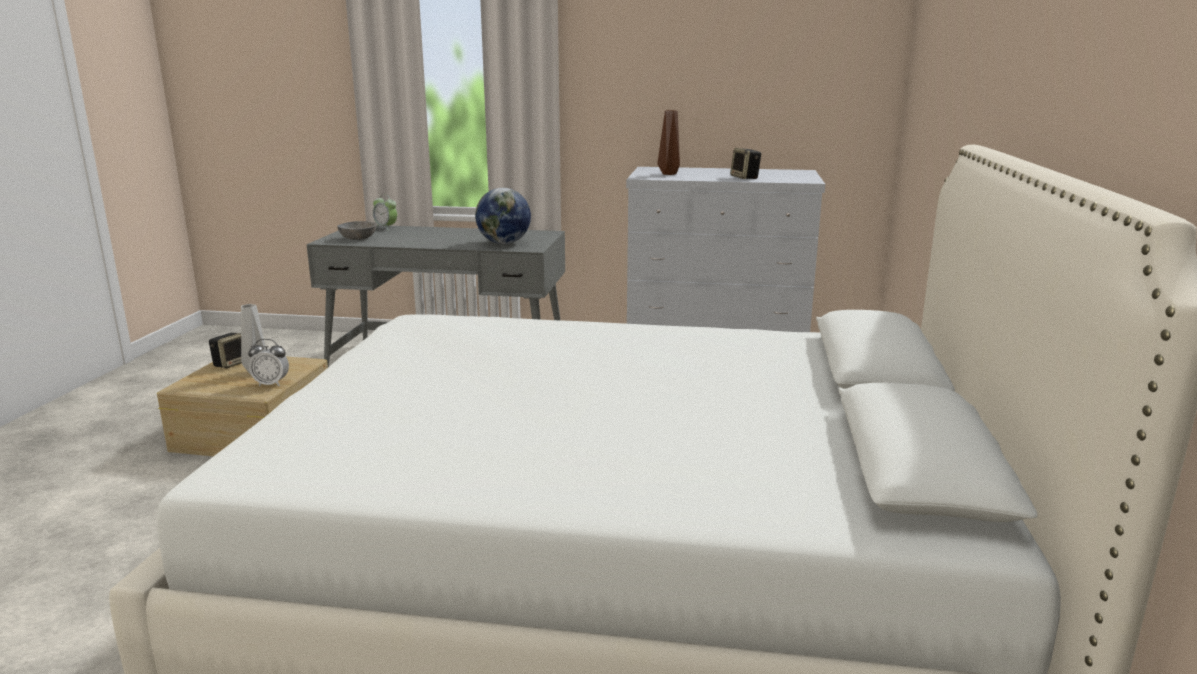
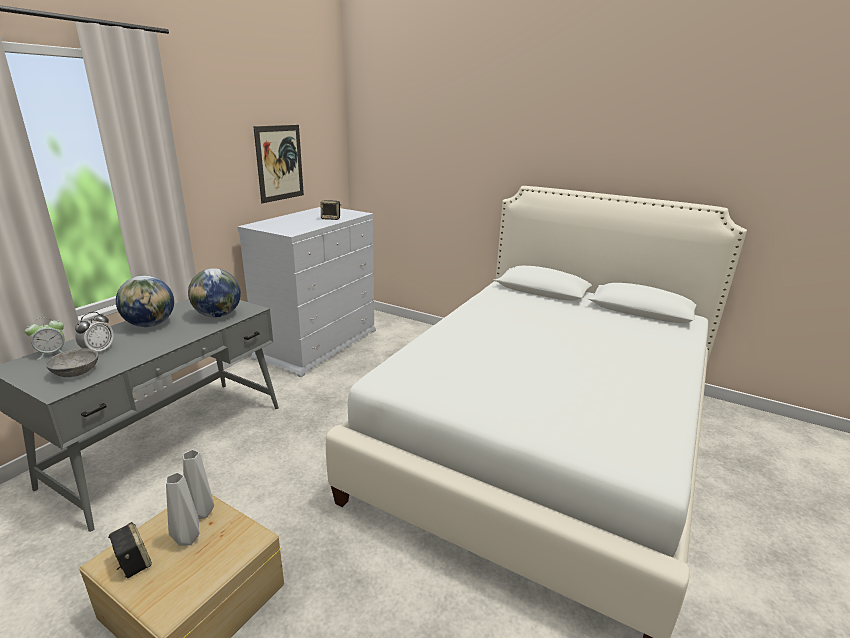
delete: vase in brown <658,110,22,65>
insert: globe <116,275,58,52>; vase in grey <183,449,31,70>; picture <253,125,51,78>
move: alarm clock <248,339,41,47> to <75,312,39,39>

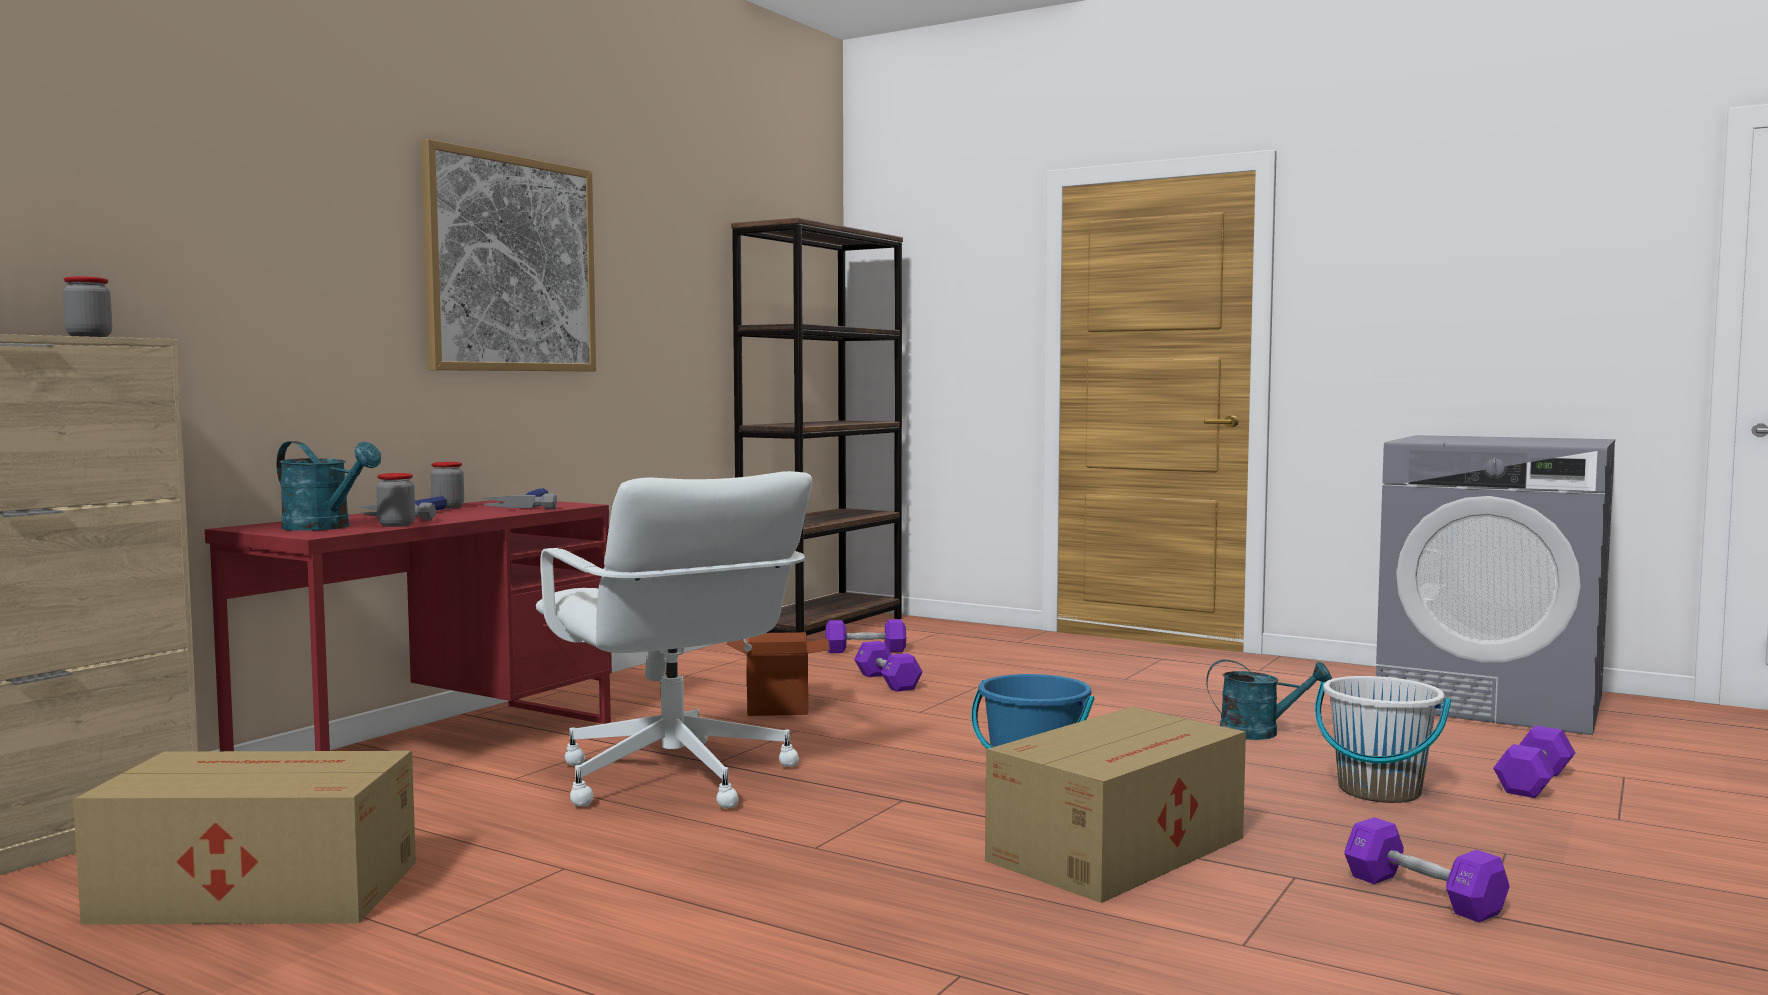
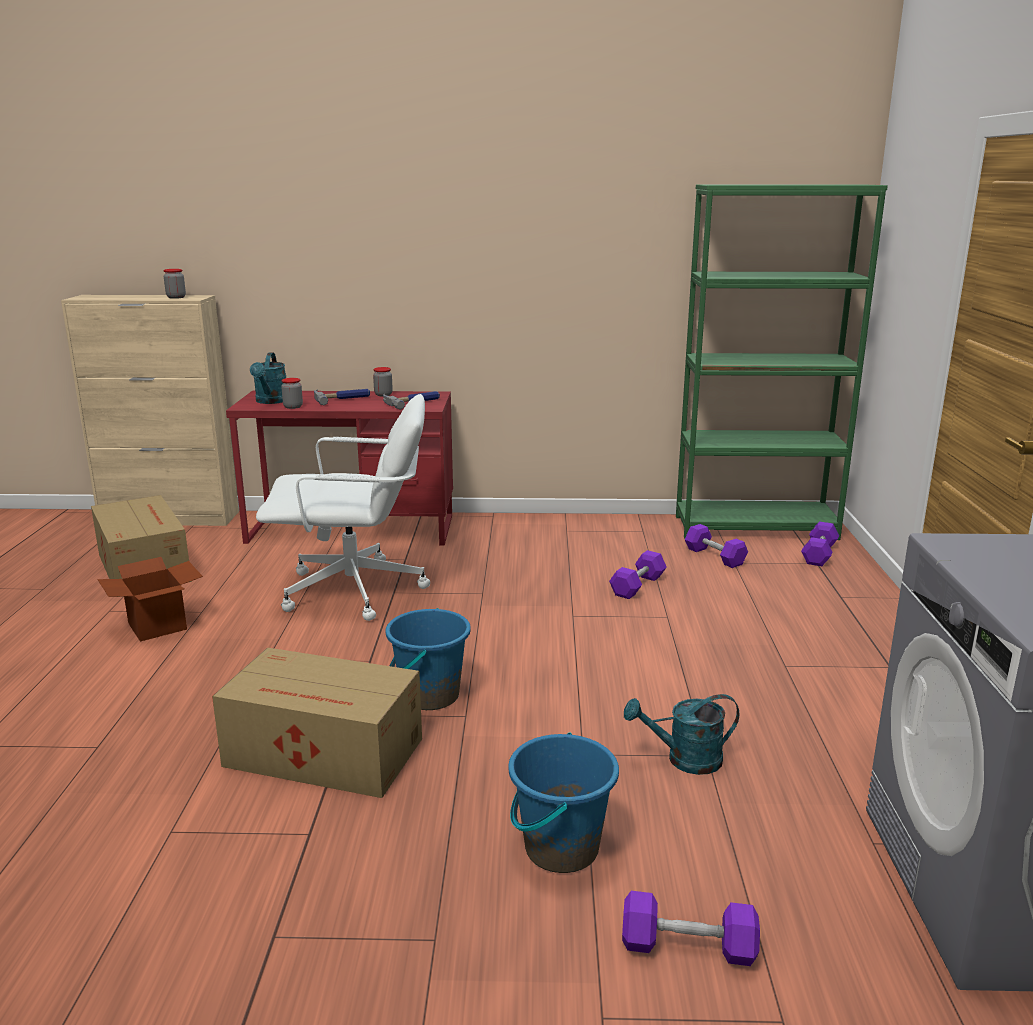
delete: picture <421,139,175,232>
move: cardboard box <726,632,104,84> to <97,557,106,85>; dumbbell in purple <1344,817,165,105> to <801,521,38,45>
recolor: bookcase in brown <731,218,172,422> to bookcase in green <676,184,212,356>; bucket in white <1315,676,136,127> to bucket in blue <508,732,111,141>
rotate: office chair in white <536,471,276,337> = <256,394,174,227> 120 degrees counterclockwise; watering can in turquoise <1206,659,126,81> = <624,694,115,81> 105 degrees clockwise

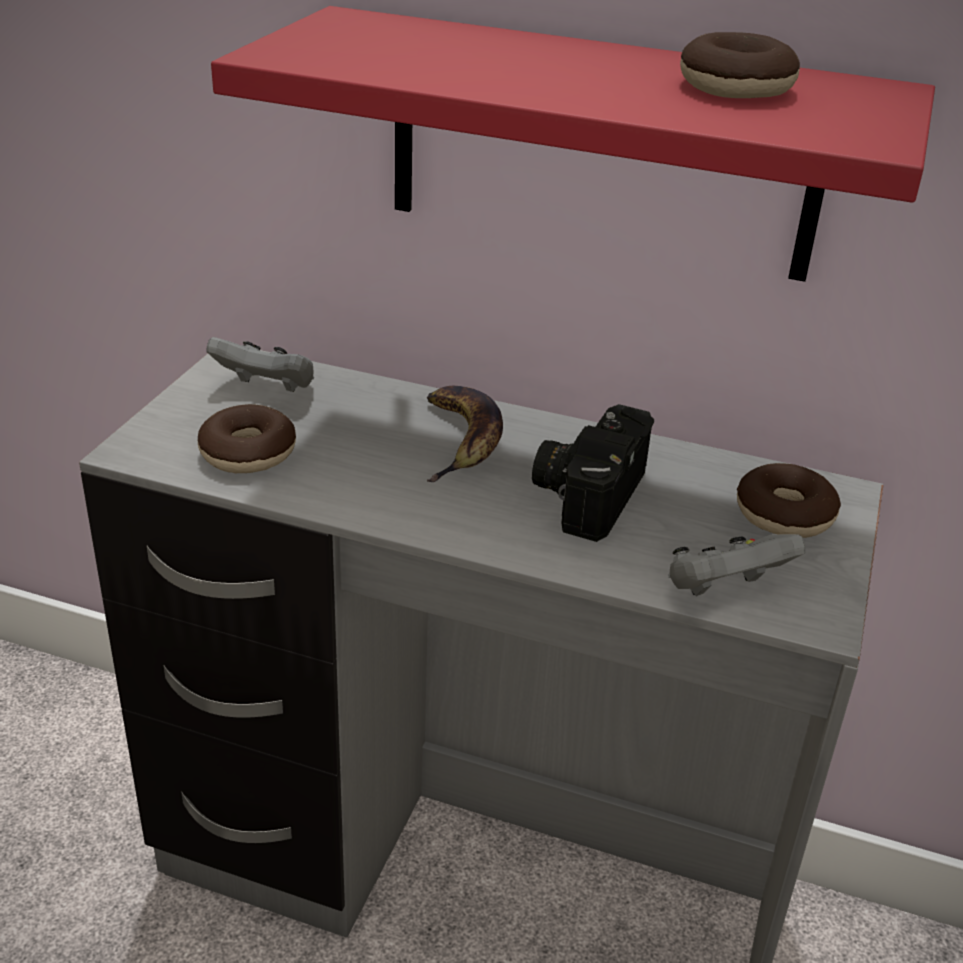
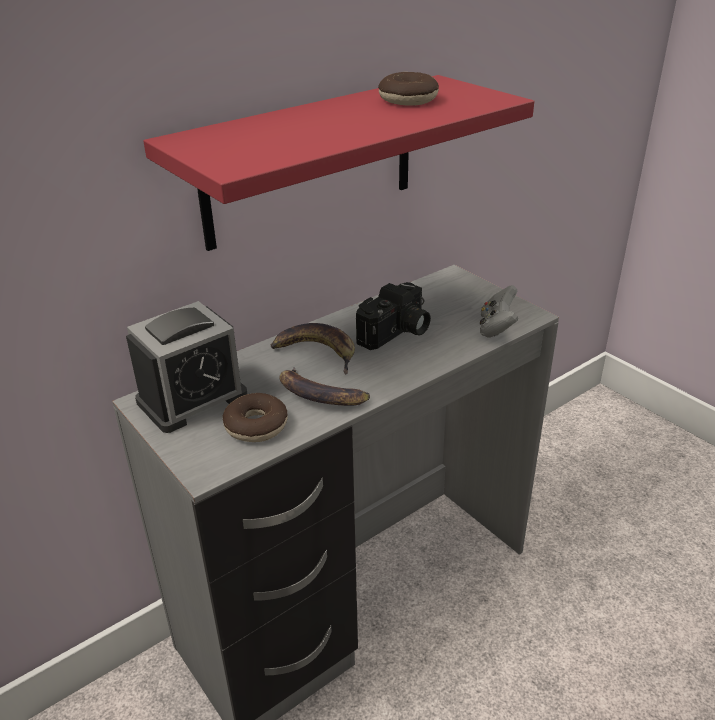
delete: donut <737,463,104,75>
insert: banana <279,367,91,39>
replace: game controller in grey <207,337,107,55> to alarm clock <126,301,121,132>
rotate: photo camera <532,404,122,138> = <356,282,75,68> 105 degrees counterclockwise

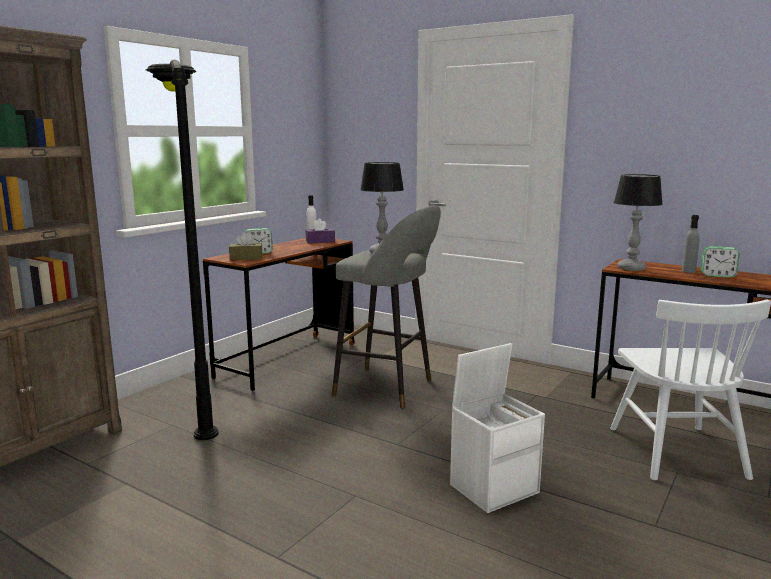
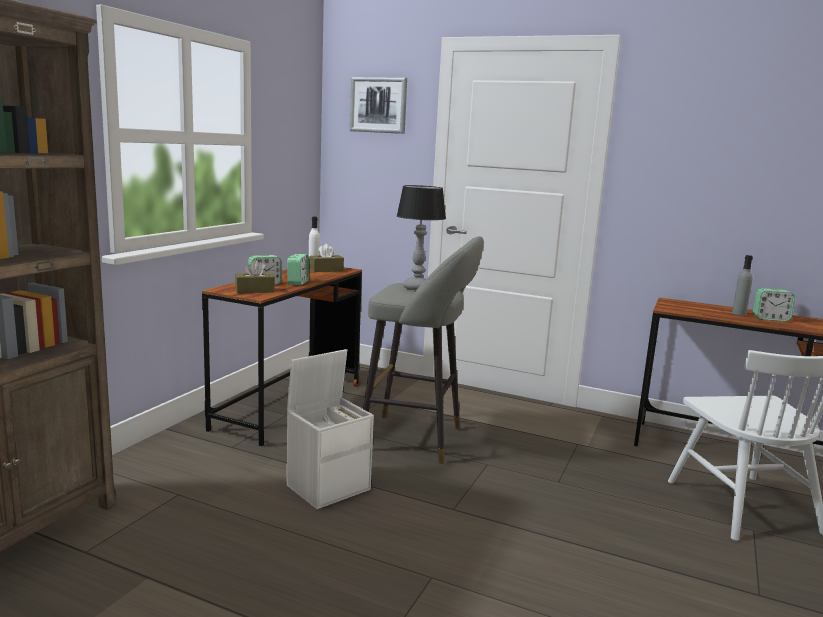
delete: floor lamp in black <146,59,73,381>; table lamp <614,174,49,97>
insert: alarm clock <287,254,22,31>; picture <350,77,57,57>
move: storage box in white <450,343,95,170> to <287,349,87,160>
recolor: tissue box in purple <306,218,29,25> to tissue box in brown <309,244,35,28>

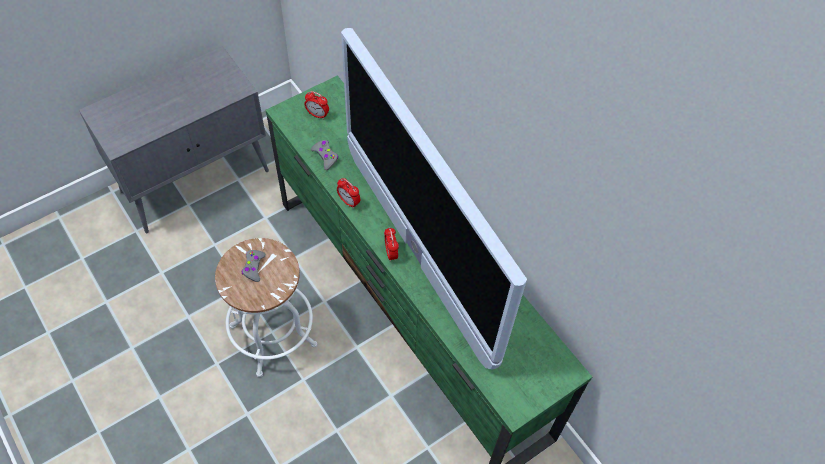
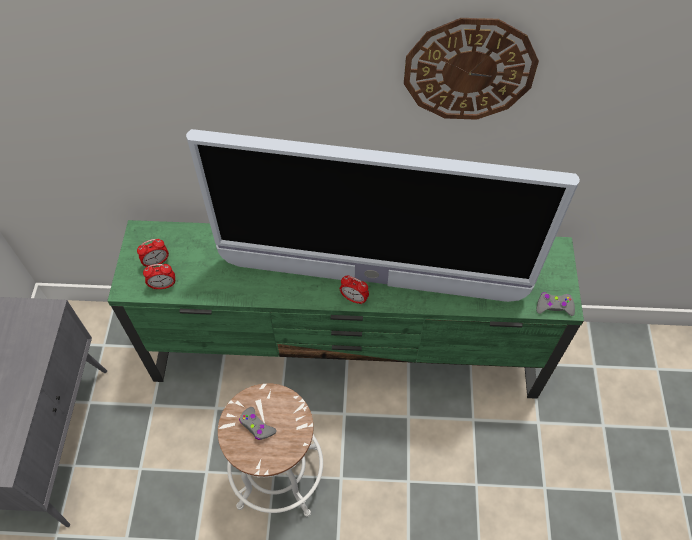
insert: wall clock <404,18,135,102>
move: game controller in grey <311,140,27,30> to <536,292,39,24>; alarm clock <337,178,23,31> to <143,264,32,26>

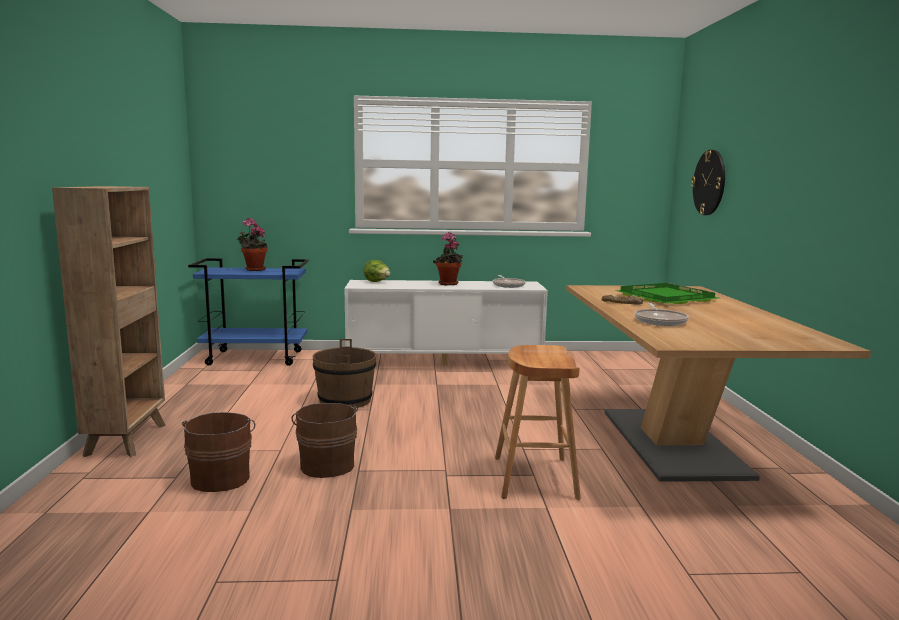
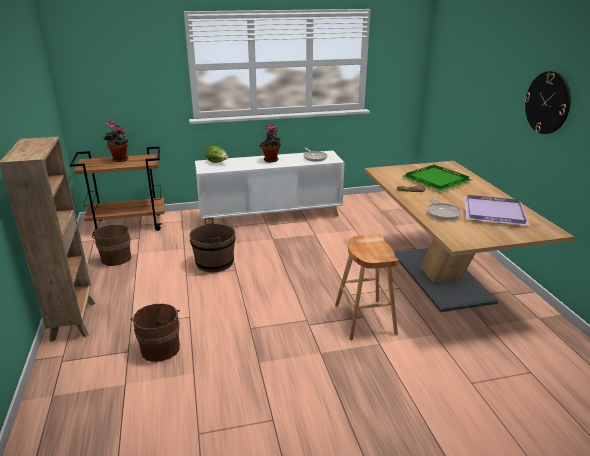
insert: tray in purple <464,195,66,31>
move: bucket in brown <291,403,67,75> to <92,224,39,42>; wall clock <691,150,34,65> to <524,71,47,63>
recolor: cart in blue <188,258,121,108> to cart in brown <70,146,95,91>

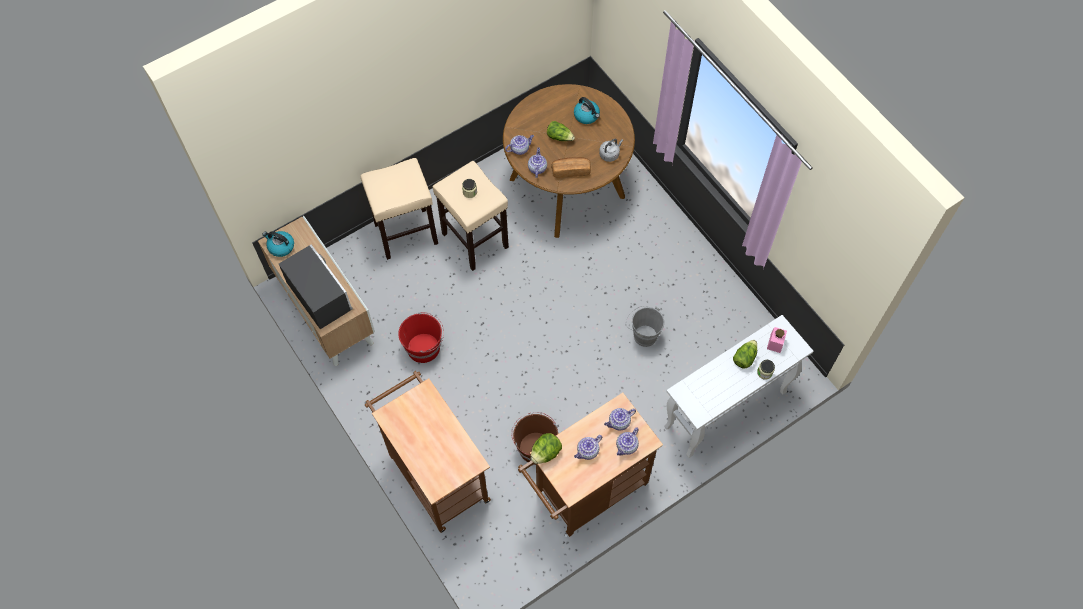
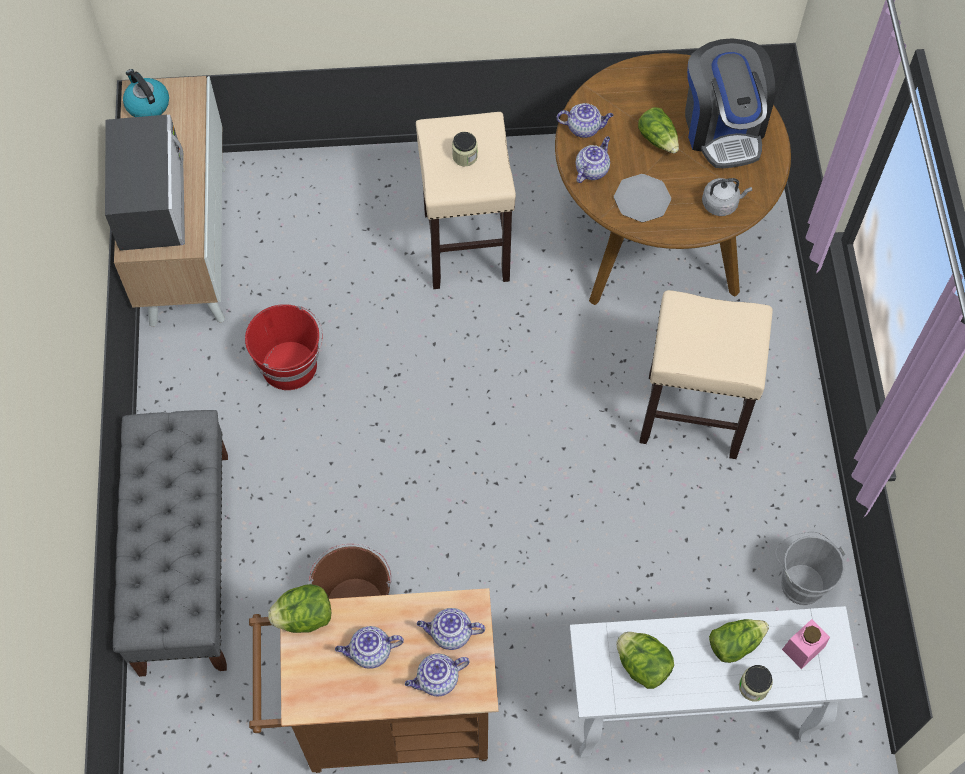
insert: lettuce <616,632,58,57>
move: stool in beige <360,158,78,102> to <639,290,134,169>; bucket in grey <626,306,38,41> to <775,532,71,74>
replace: cart in brown <365,371,126,162> to bench in grey <113,410,115,267>; bread <551,157,40,21> to plate <614,174,57,48>; kettle <574,97,26,27> to coffee machine <685,38,91,130>

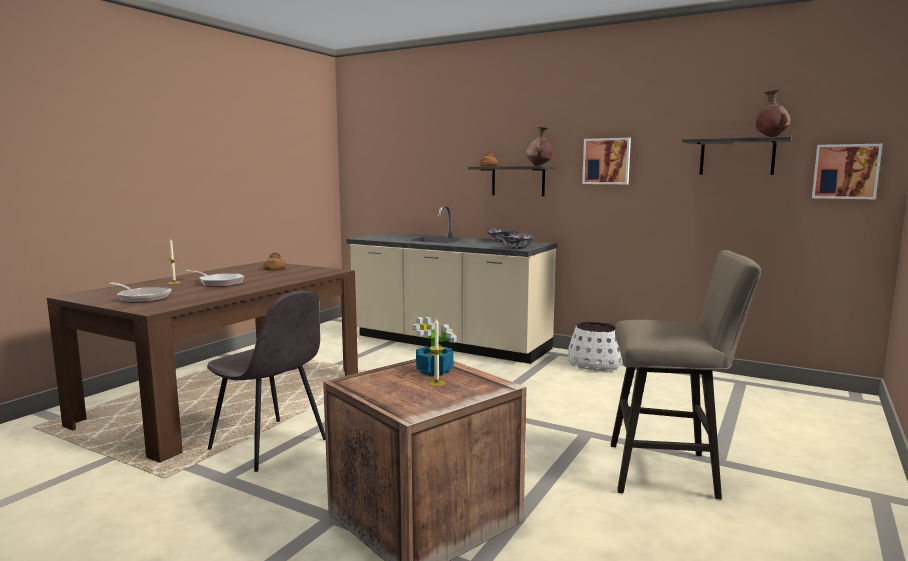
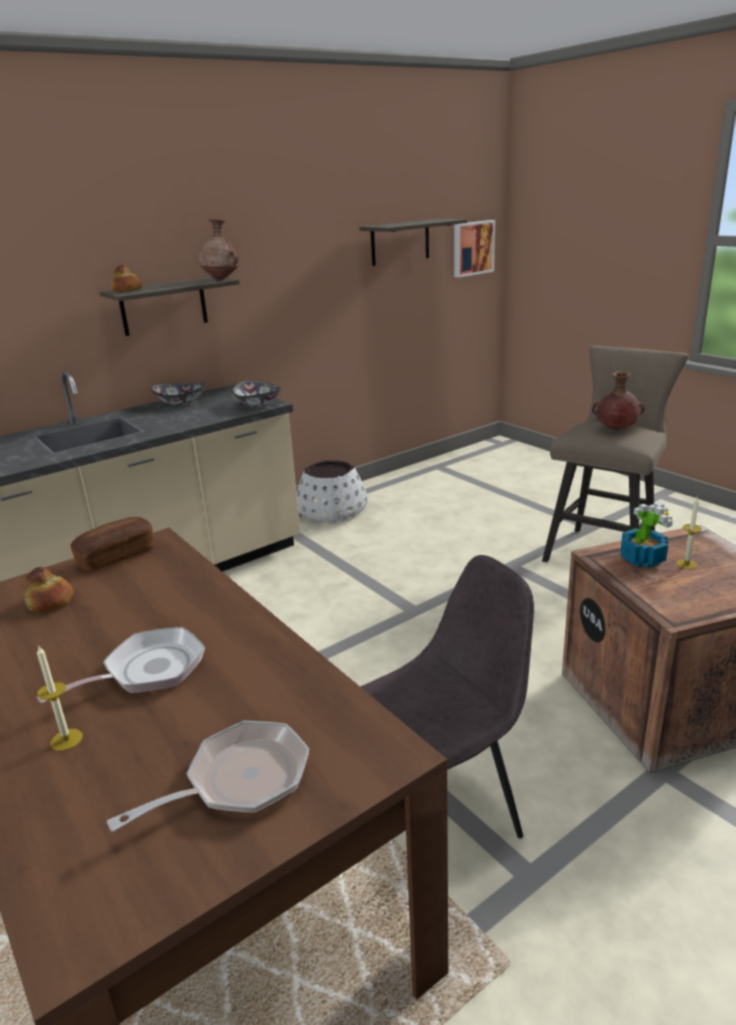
delete: picture <582,138,49,46>
insert: bread <71,517,84,55>
move: vase in brown <756,90,34,47> to <592,371,53,59>

